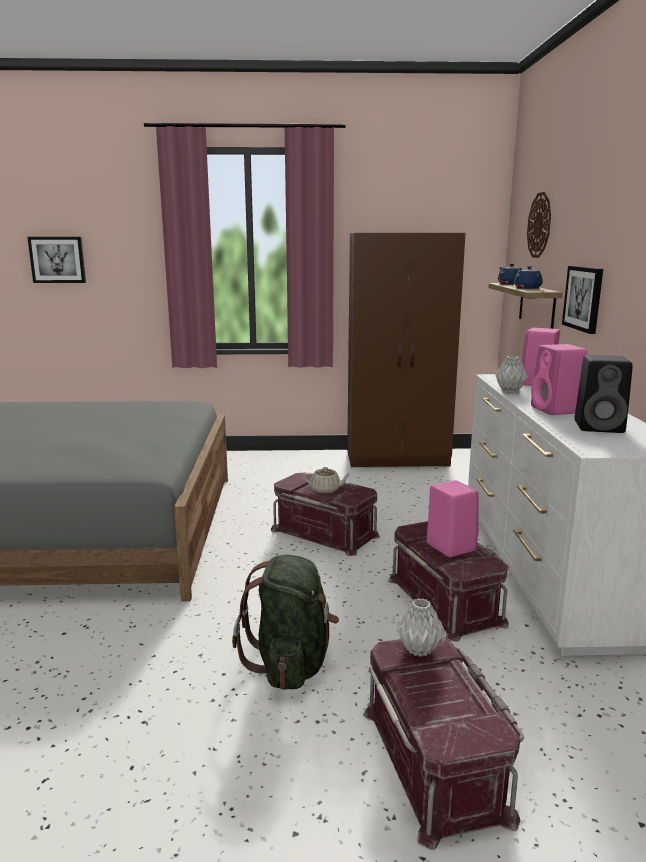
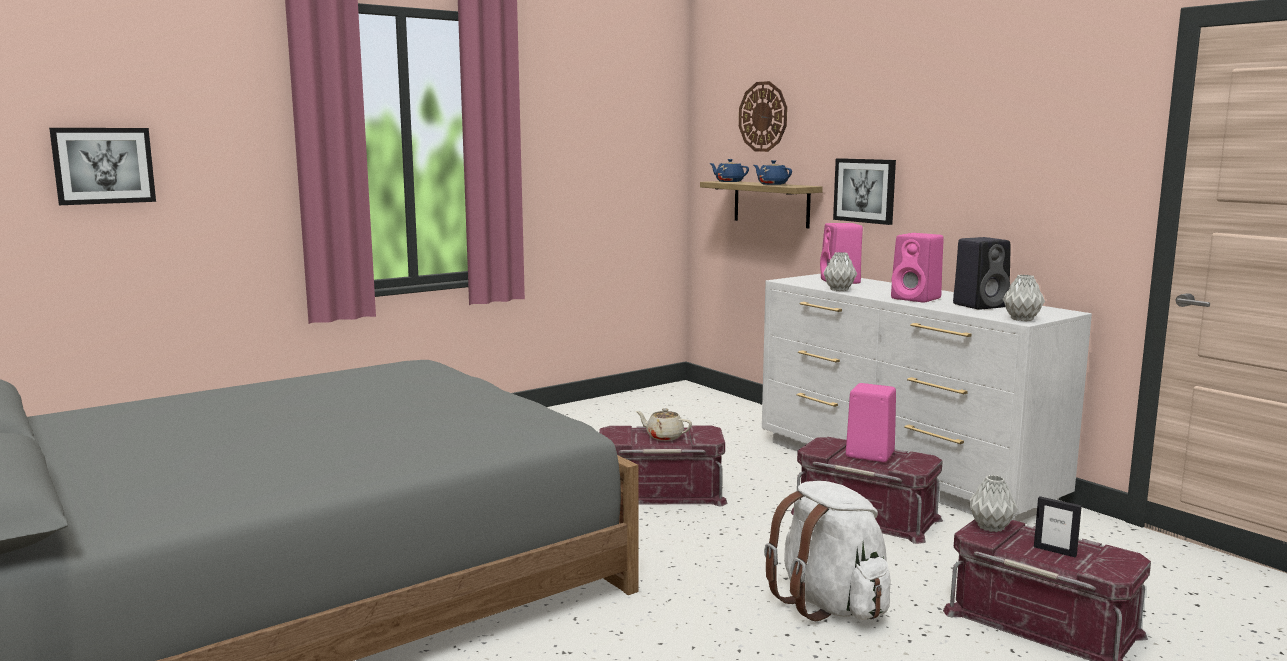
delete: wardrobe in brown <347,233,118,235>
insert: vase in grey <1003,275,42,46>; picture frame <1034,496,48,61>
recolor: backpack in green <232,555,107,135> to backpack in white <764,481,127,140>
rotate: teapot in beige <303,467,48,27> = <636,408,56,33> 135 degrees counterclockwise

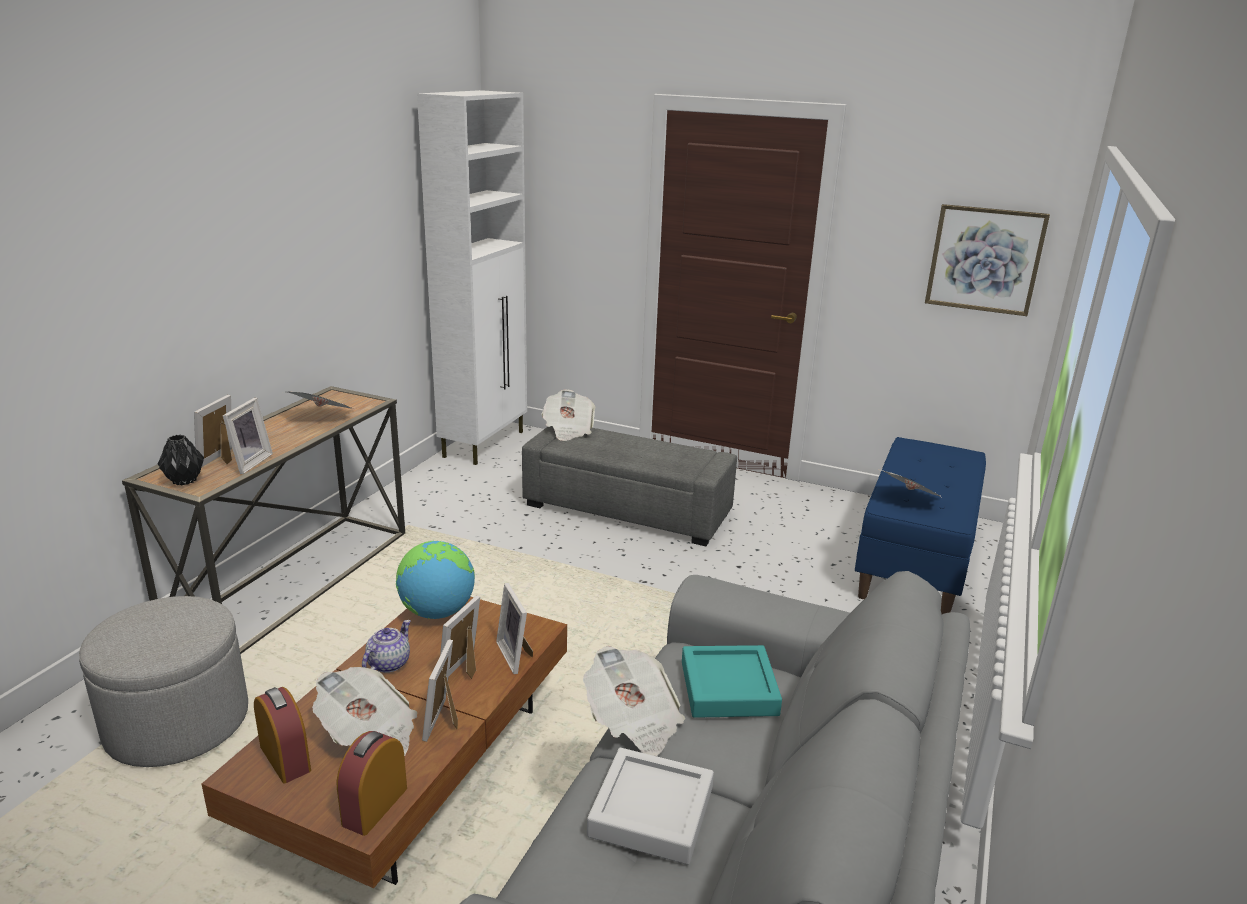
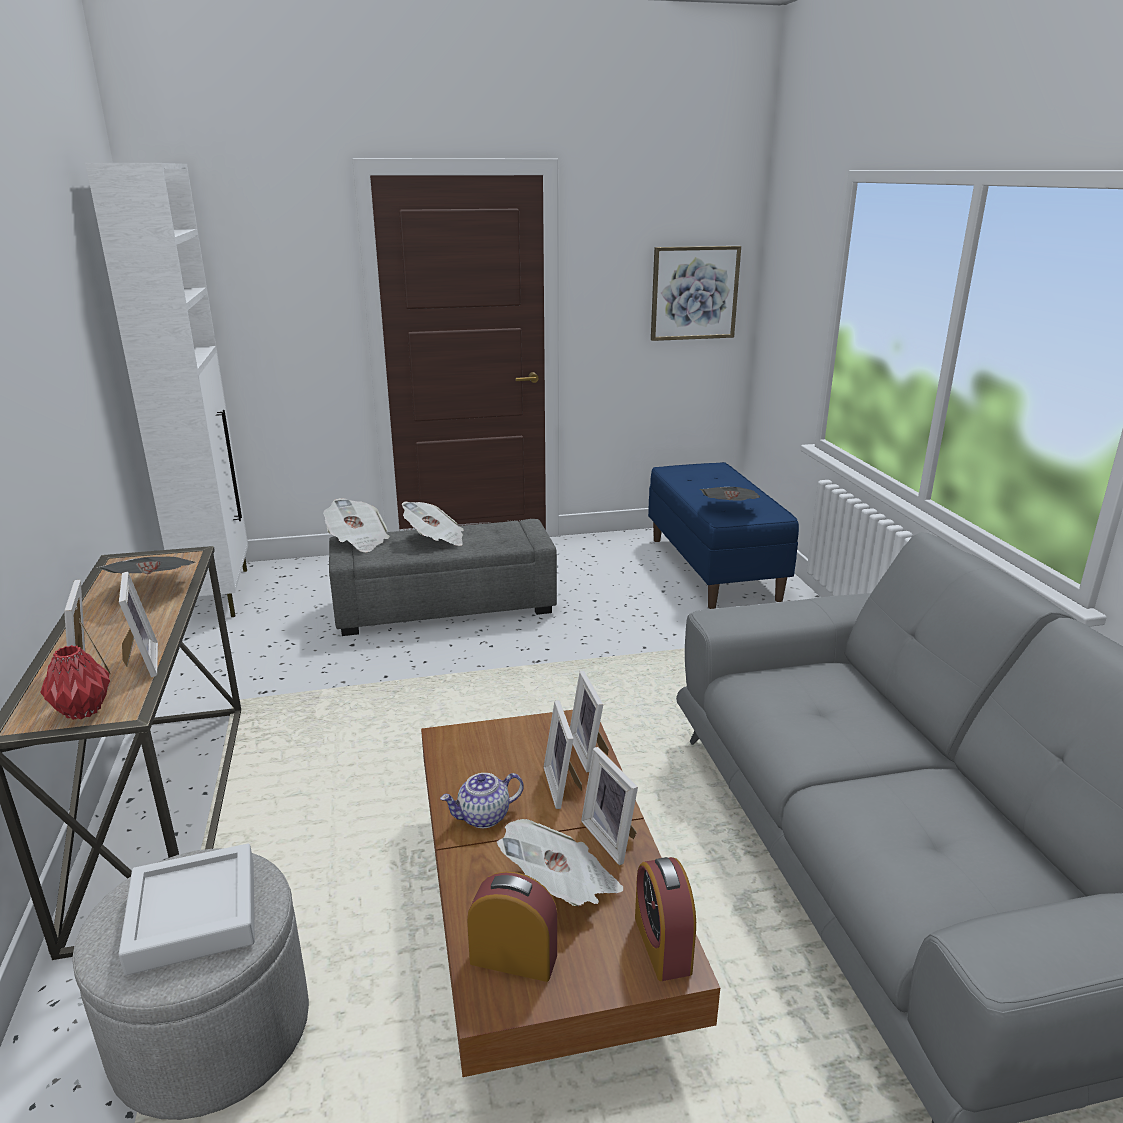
delete: globe <396,541,79,78>; tray in turquoise <682,645,100,73>
move: newspaper <583,646,102,110> to <402,502,62,44>; tray in grey <587,748,127,117> to <119,844,136,131>
recolor: vase in black <158,434,46,51> to vase in red <40,645,70,75>
rotate: teapot <362,620,48,53> = <440,773,84,55> 105 degrees counterclockwise; picture frame <496,583,37,91> = <570,671,39,101> 45 degrees clockwise

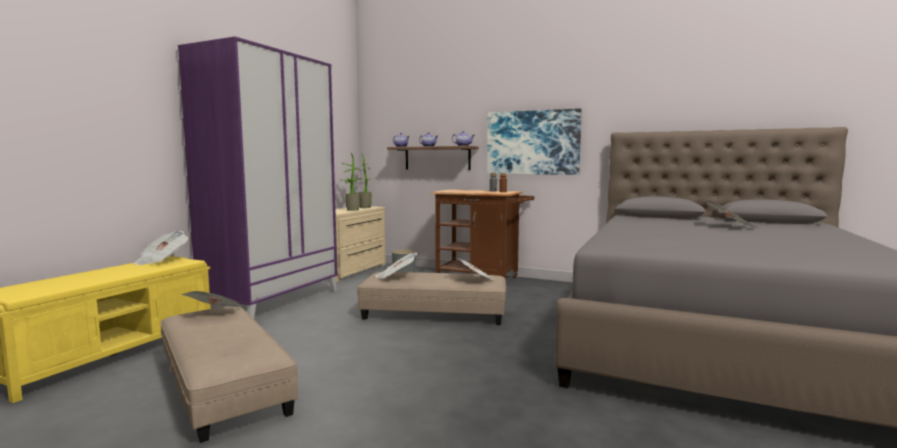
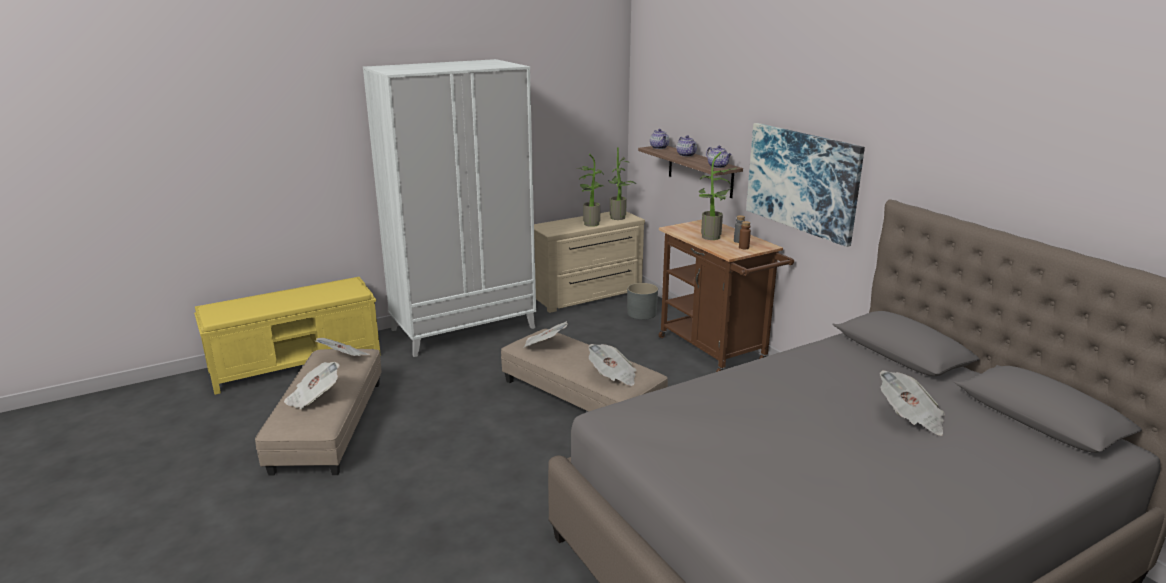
insert: potted plant <698,152,40,88>
move: newspaper <134,231,54,34> to <284,362,56,47>
recolor: wardrobe in purple <178,36,160,283> to wardrobe in white <363,59,173,298>

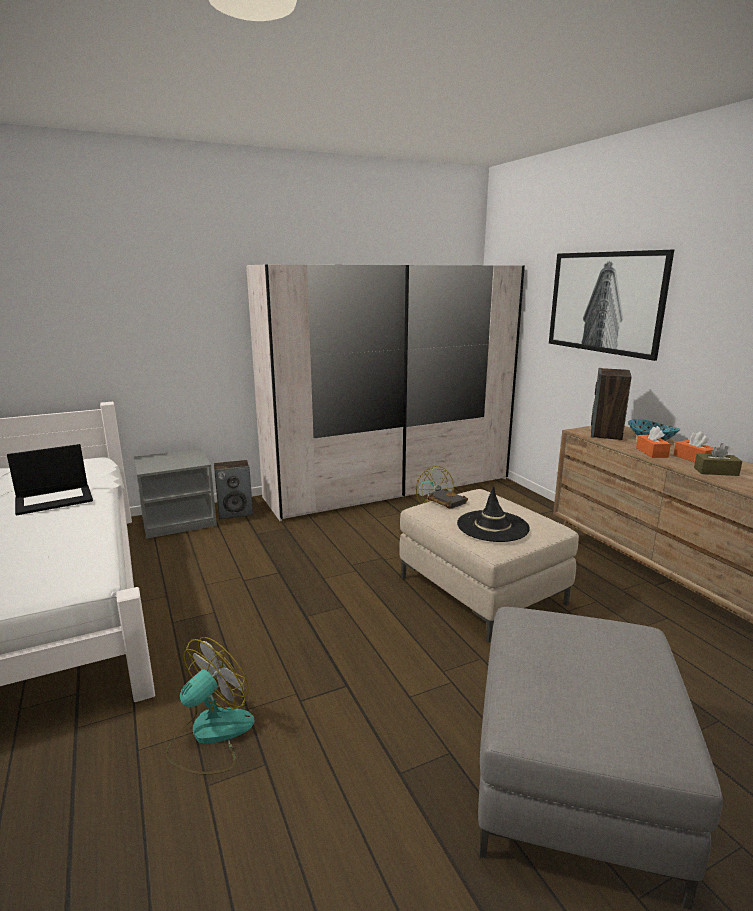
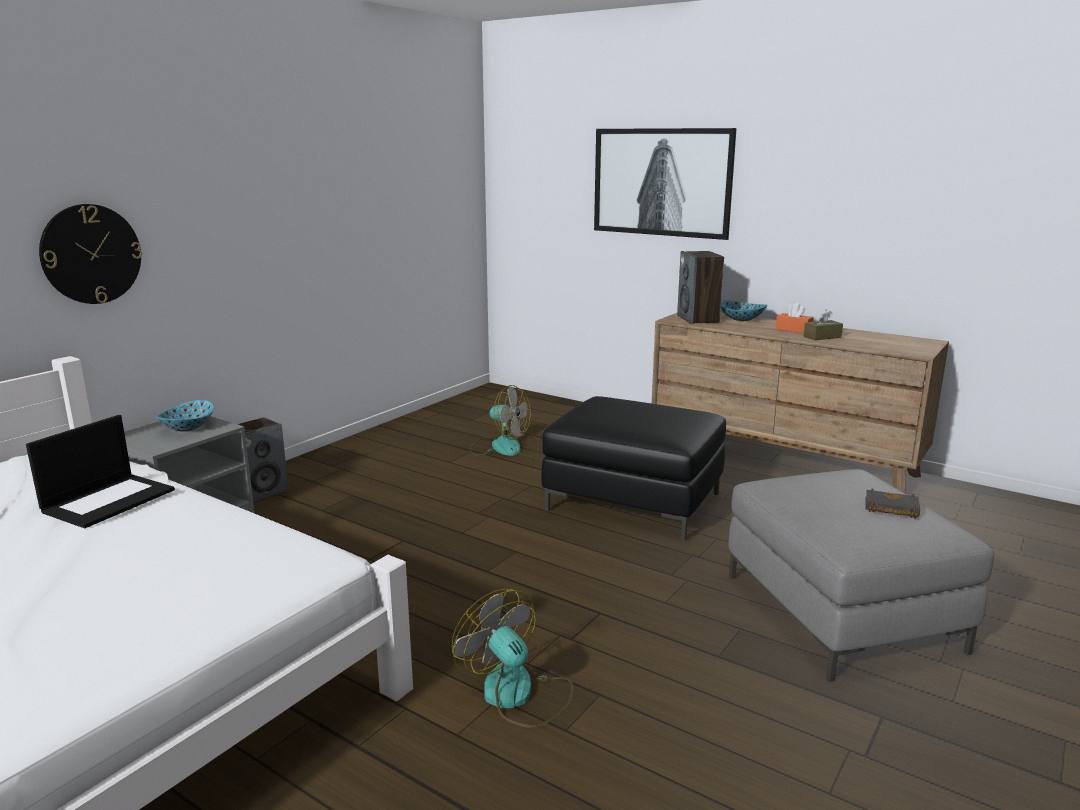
delete: wardrobe in white <246,265,279,256>; hat in black <457,486,73,56>; tissue box in orange <636,426,35,32>
insert: wall clock <39,204,103,100>; bowl <156,400,59,32>
move: book in black <427,488,41,21> to <866,488,54,30>
recolor: ottoman in beige <399,489,180,154> to ottoman in black <541,396,185,146>
rotate: fan <166,637,89,137> = <452,589,122,139> 45 degrees counterclockwise

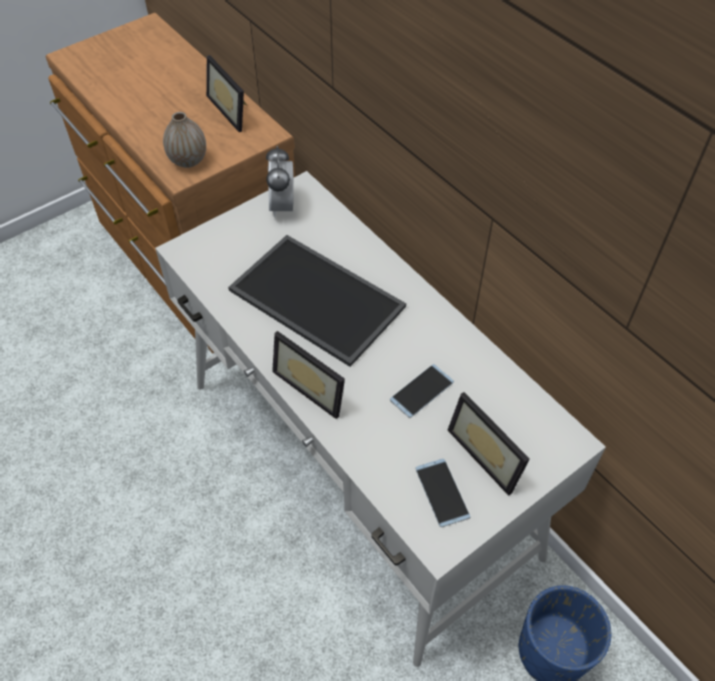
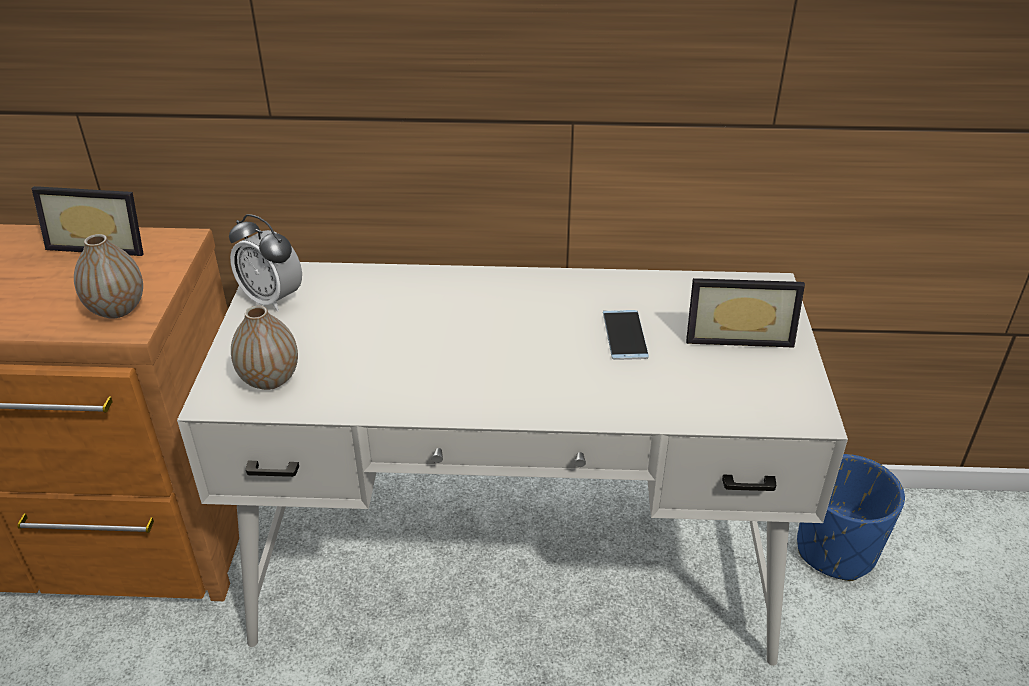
delete: tray <228,235,178,132>; picture frame <272,331,73,88>; phone <415,459,56,68>
insert: vase <231,306,67,84>

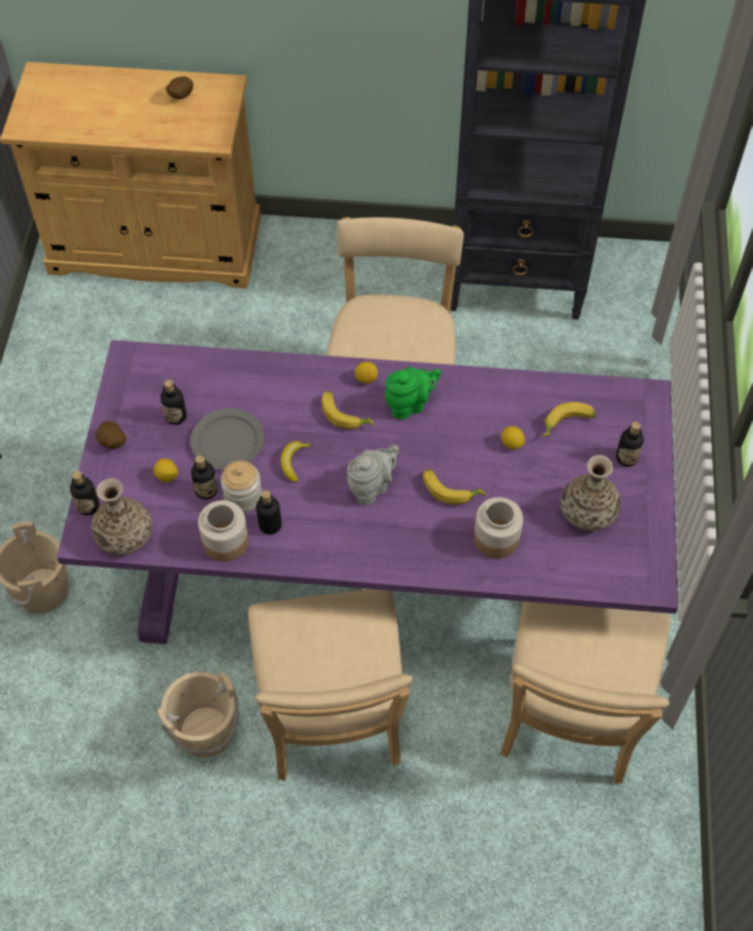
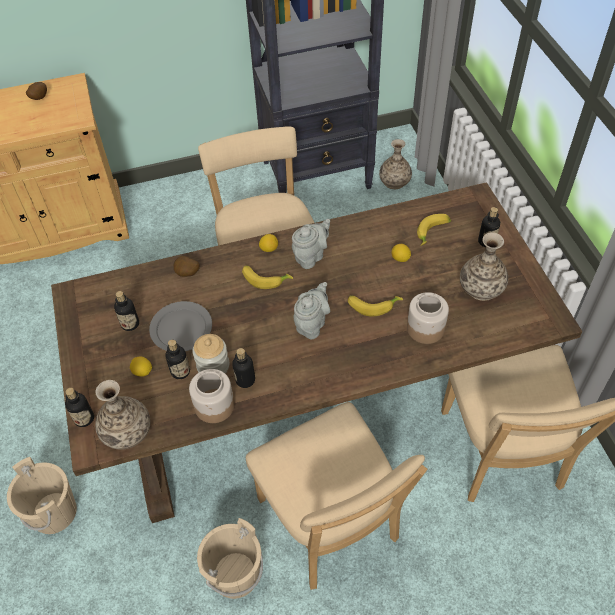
delete: banana <280,441,32,42>
insert: vase <379,139,33,50>
move: potato <96,421,30,28> to <173,256,27,21>
recolor: dining table in purple <57,340,621,304> to dining table in brown <51,182,531,341>; teapot in green <385,367,56,53> to teapot in grey <292,219,38,50>

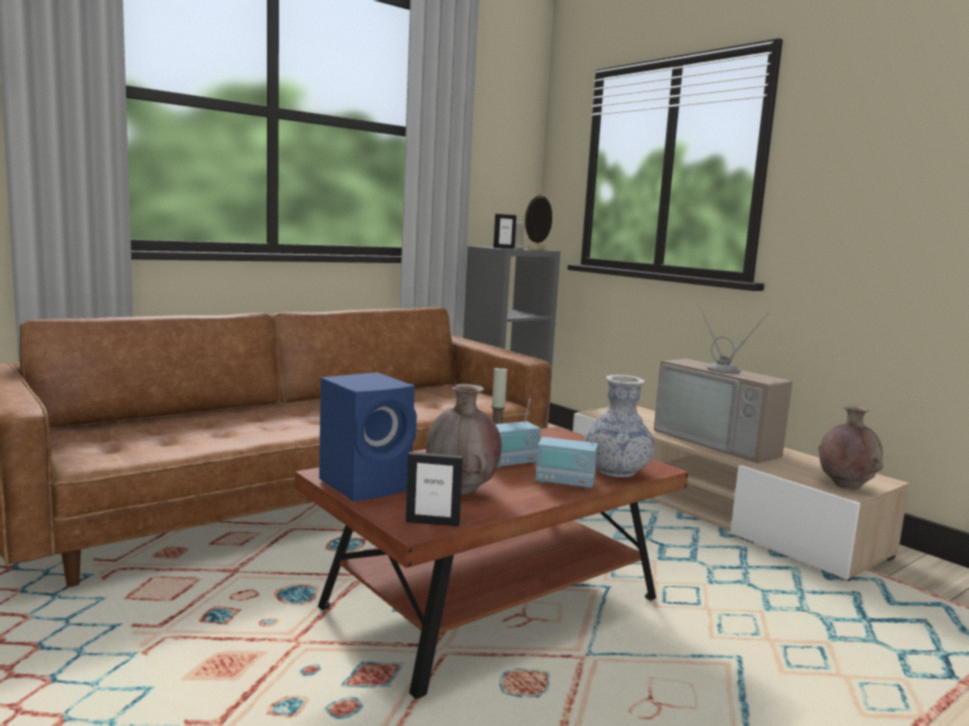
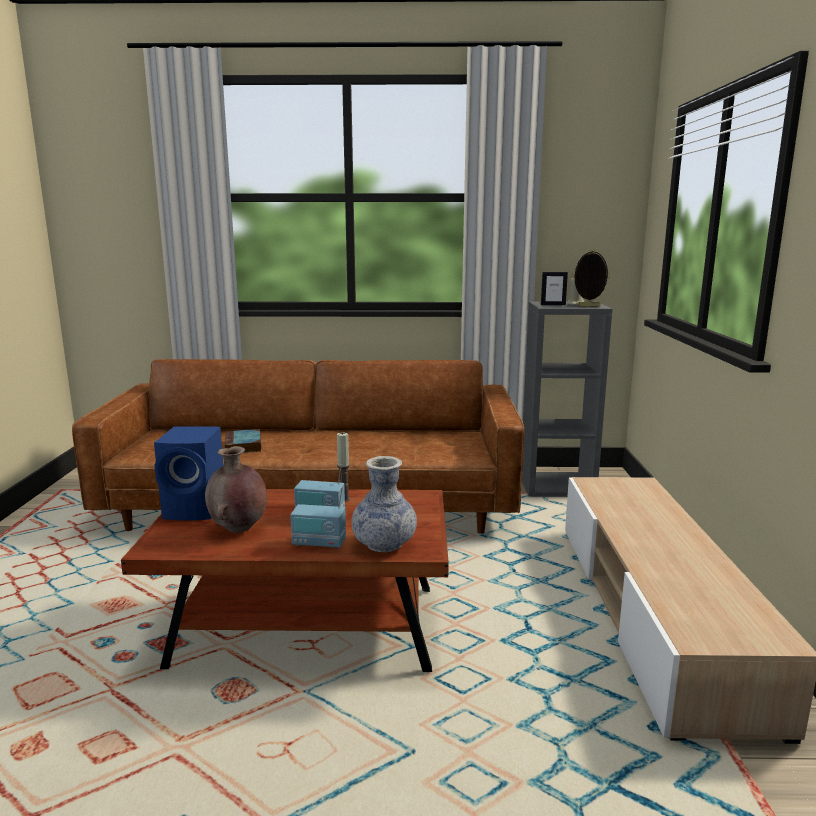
delete: picture frame <406,452,57,75>; television <654,303,138,160>; vase in brown <819,405,64,84>
insert: book <225,429,36,24>
rotate: radio <535,419,64,70> = <290,487,56,62> 45 degrees counterclockwise

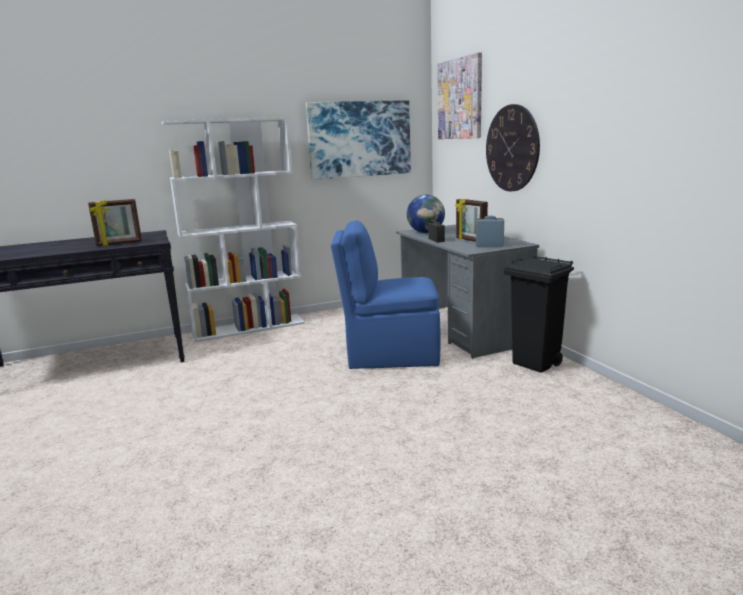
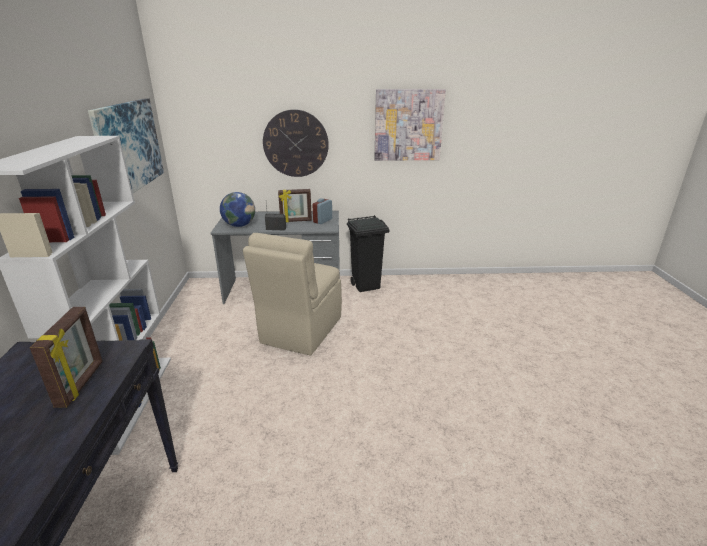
move: picture <438,52,44,87> to <374,89,72,72>
recolor: chair in blue <331,221,110,148> to chair in beige <243,233,99,122>

